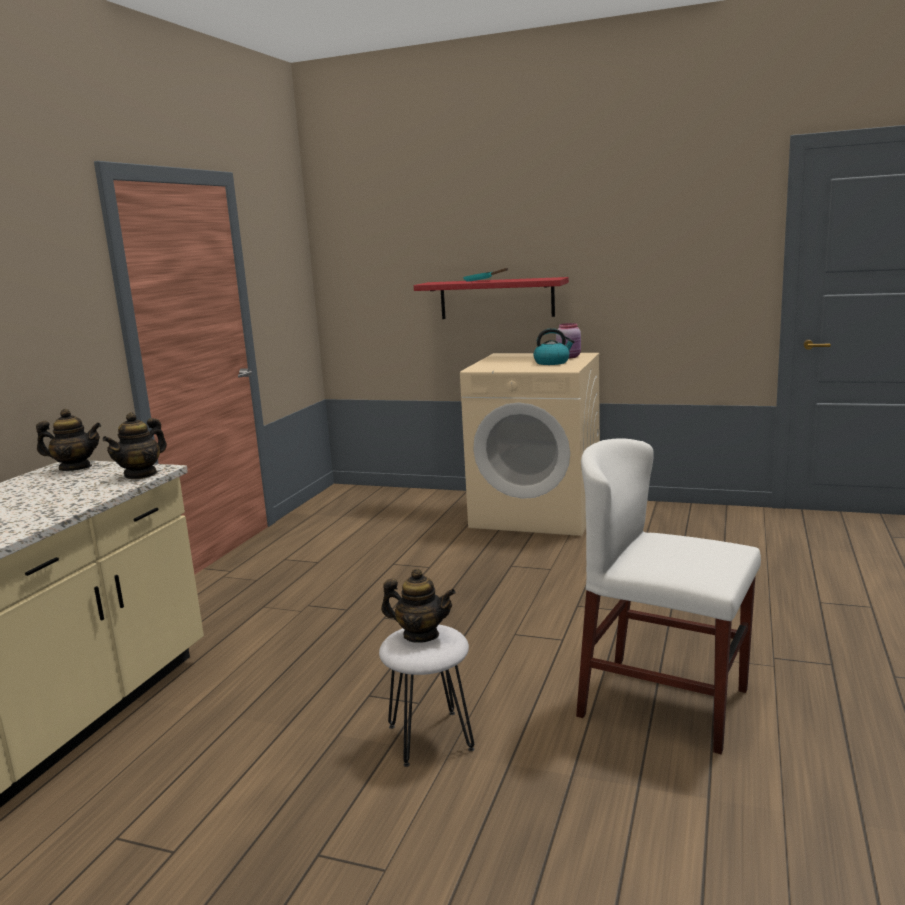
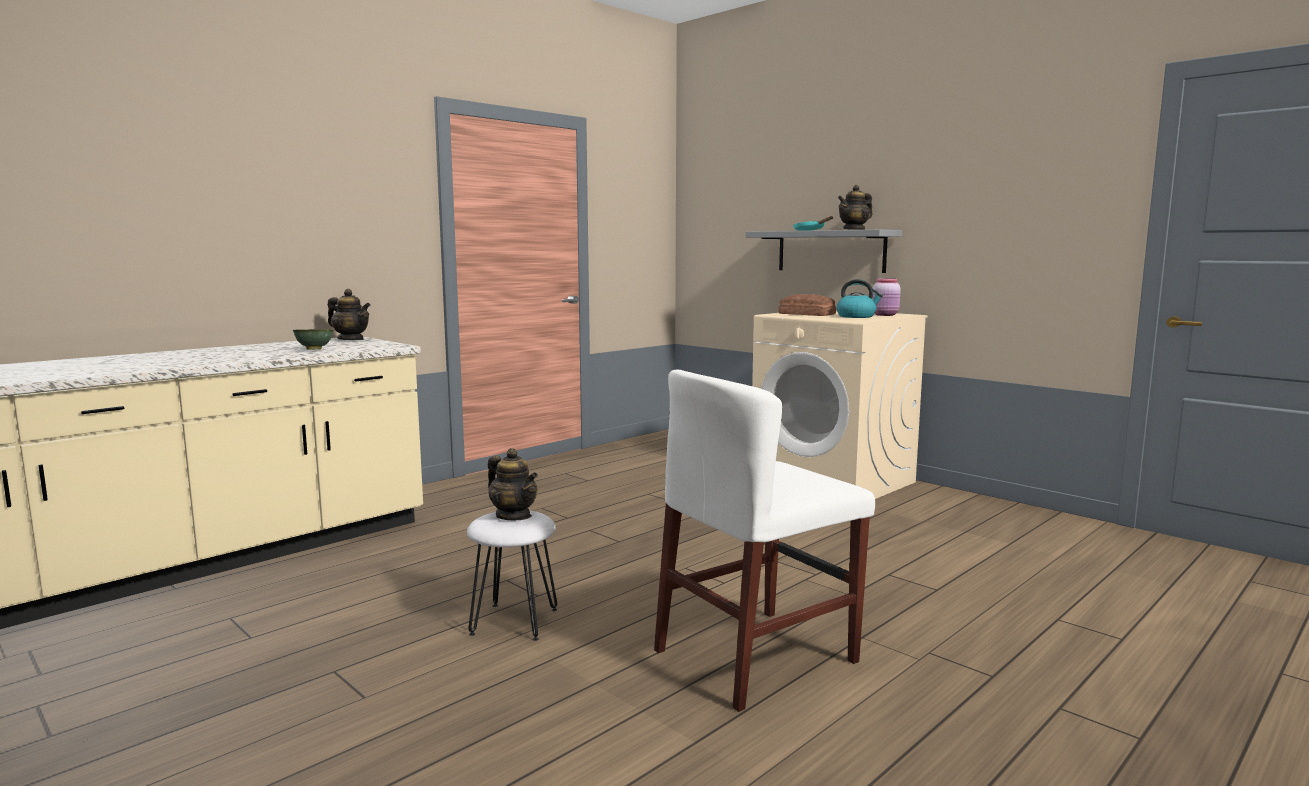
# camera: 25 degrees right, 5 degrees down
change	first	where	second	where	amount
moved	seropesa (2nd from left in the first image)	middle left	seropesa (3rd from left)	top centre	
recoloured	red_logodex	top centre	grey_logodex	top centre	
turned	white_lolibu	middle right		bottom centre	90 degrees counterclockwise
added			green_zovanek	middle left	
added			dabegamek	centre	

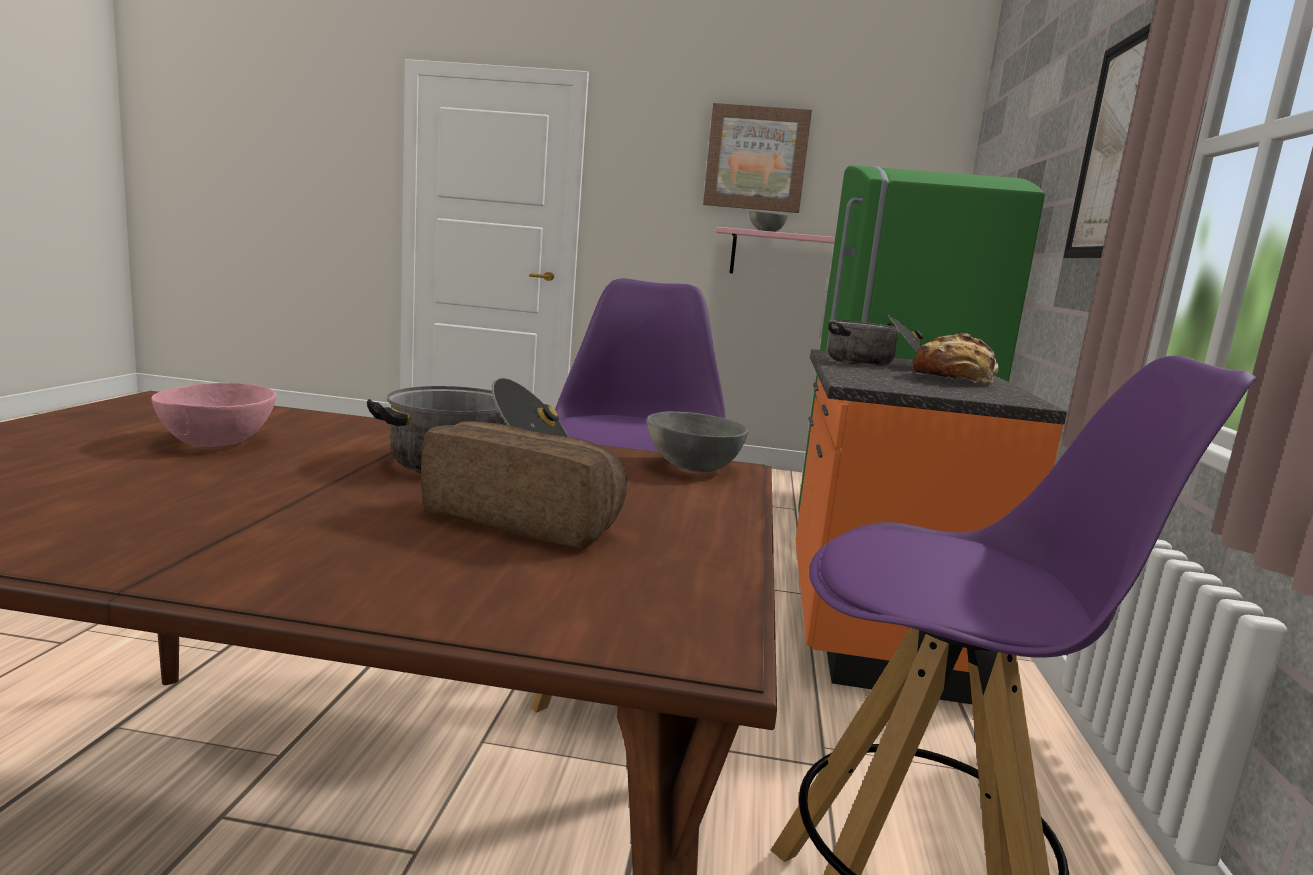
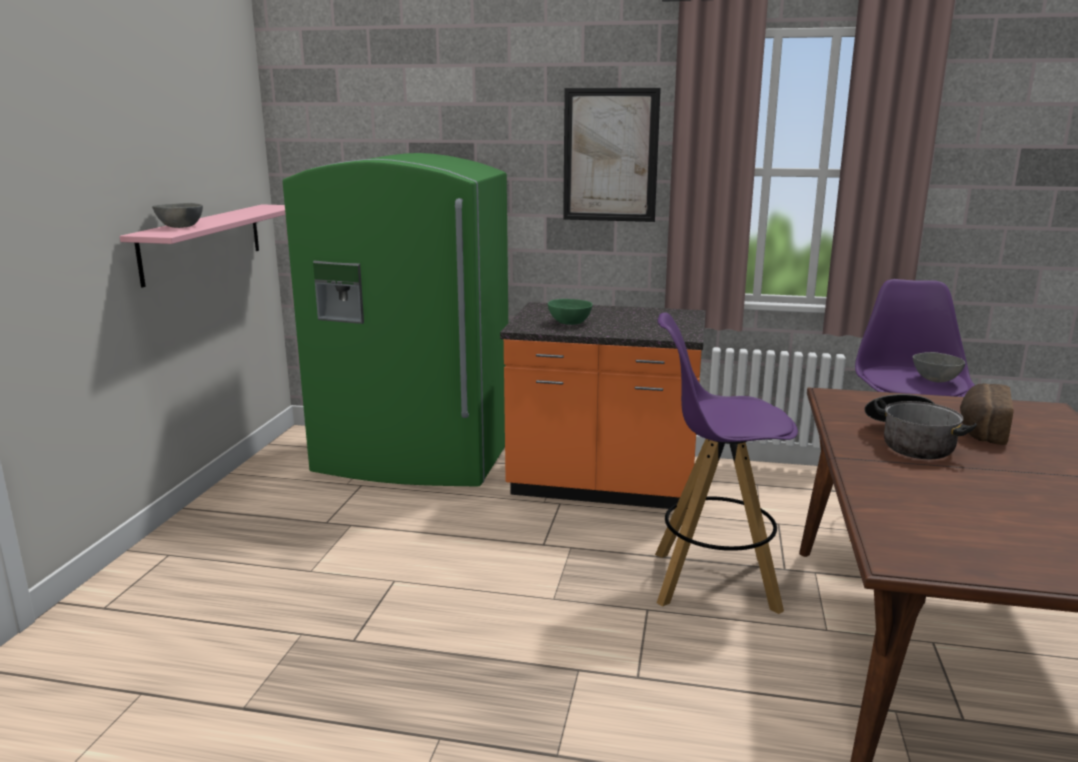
# camera: 85 degrees left, 5 degrees up
change	first	where	second	where	amount
removed	pink_zovanek	middle left			
moved	grey_zovanek (1st from left in the first image)	centre	grey_zovanek (2nd from left)	middle right	
removed	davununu (1st from left)	top centre			
replaced	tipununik (2nd from left)	centre	green_zovanek	centre	
removed	dabegamek (2nd from left)	middle right			

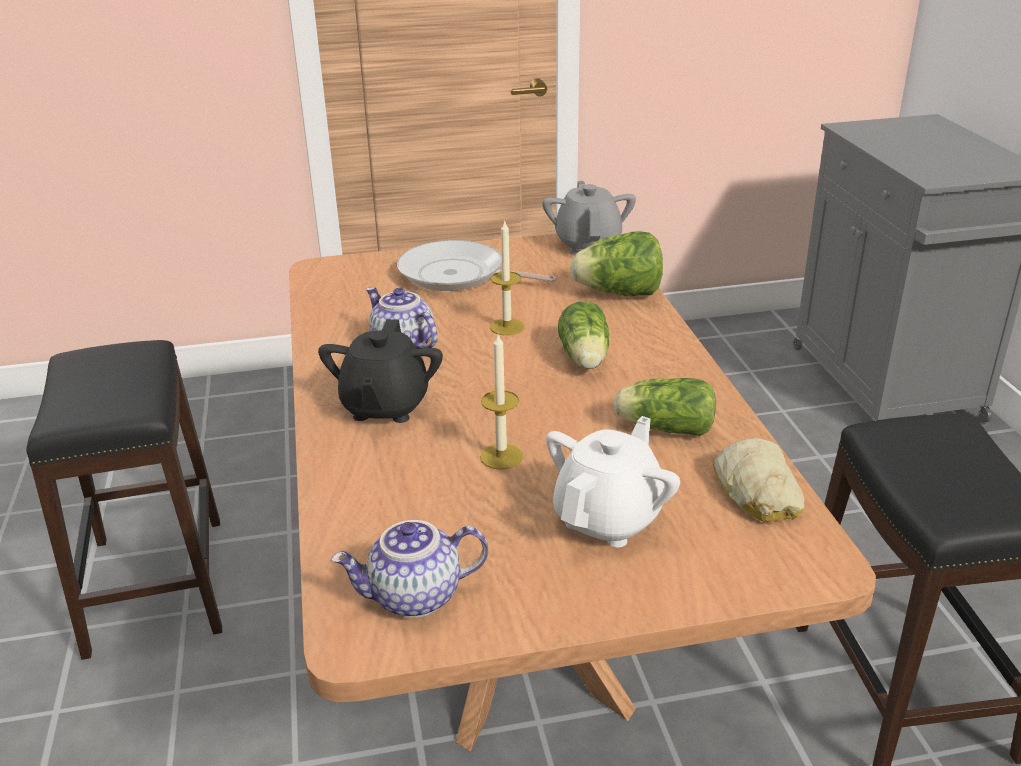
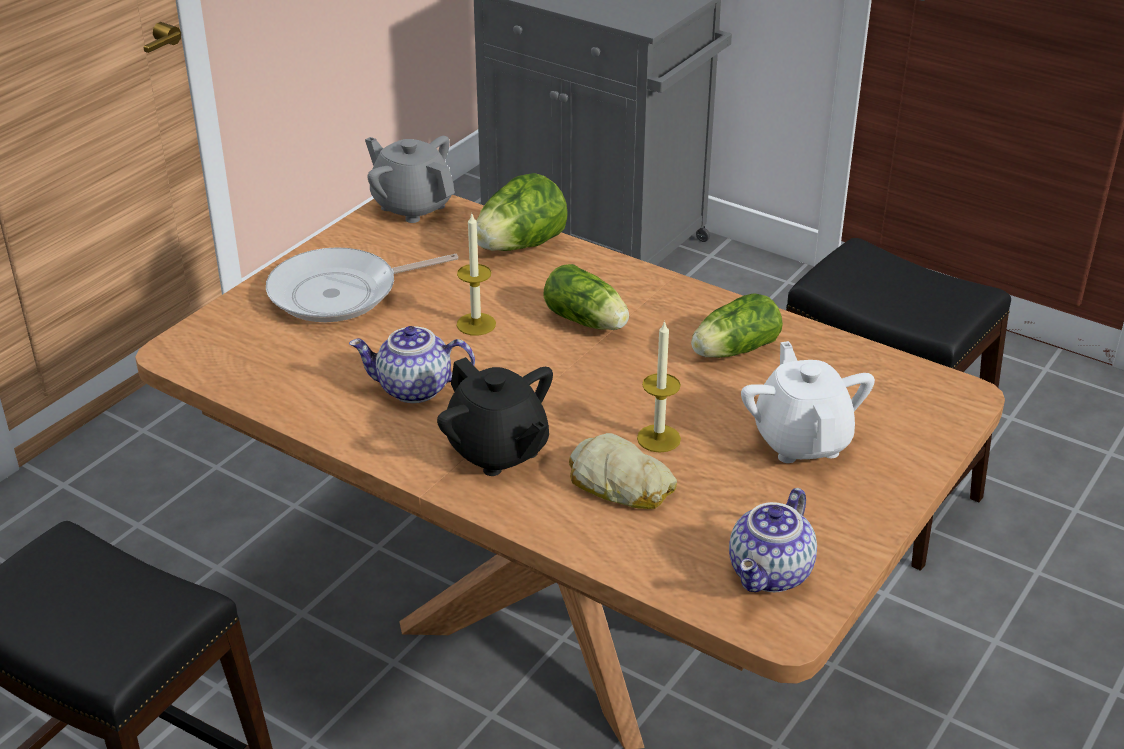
# camera: 45 degrees left, 5 degrees up
change	first	where	second	where	amount
moved	dabegamek	middle right		centre	

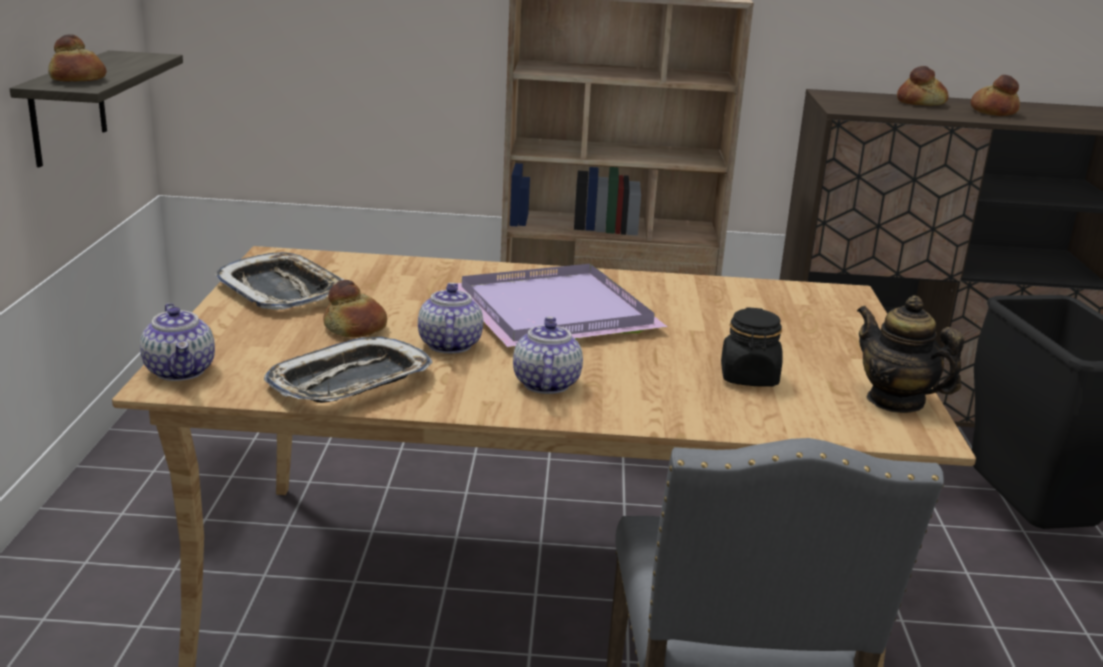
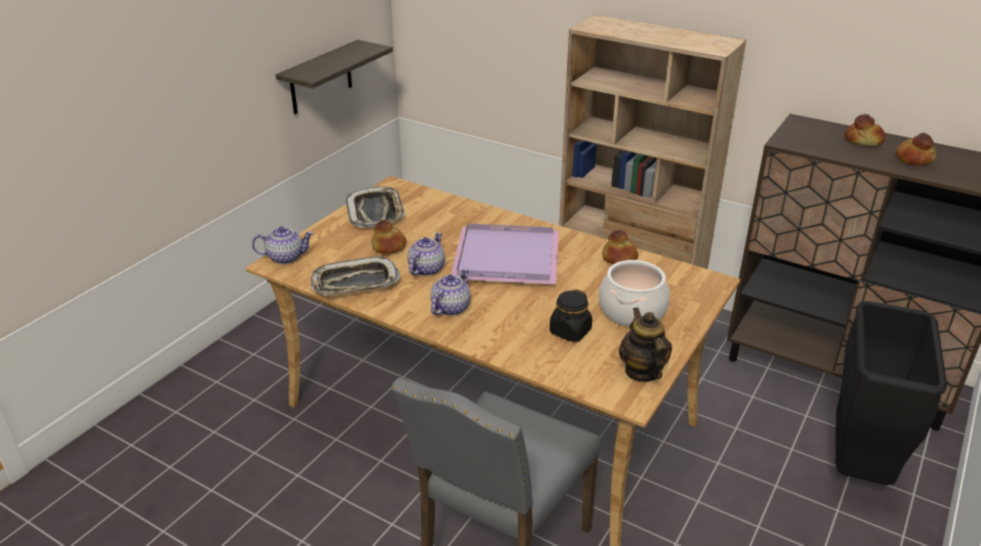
# camera: 30 degrees right, 10 degrees up
change	first	where	second	where	amount
moved	dabegamek (1st from left in the first image)	top left	dabegamek (2nd from left)	centre	
turned	seropesa (1st from left)	middle left		middle left	105 degrees counterclockwise
added			tipununik	centre	

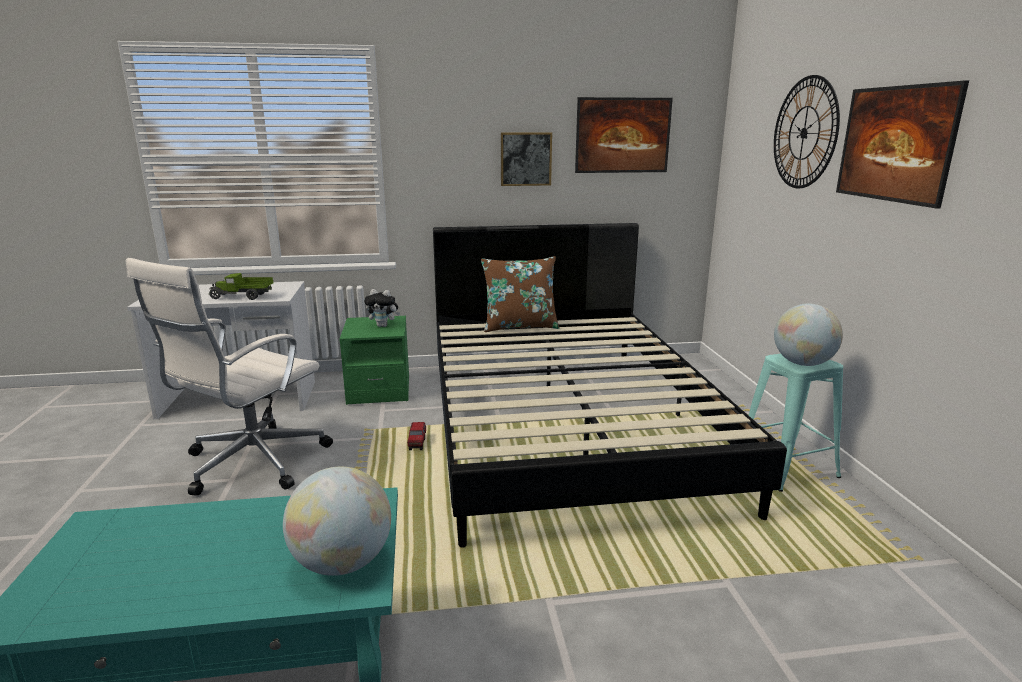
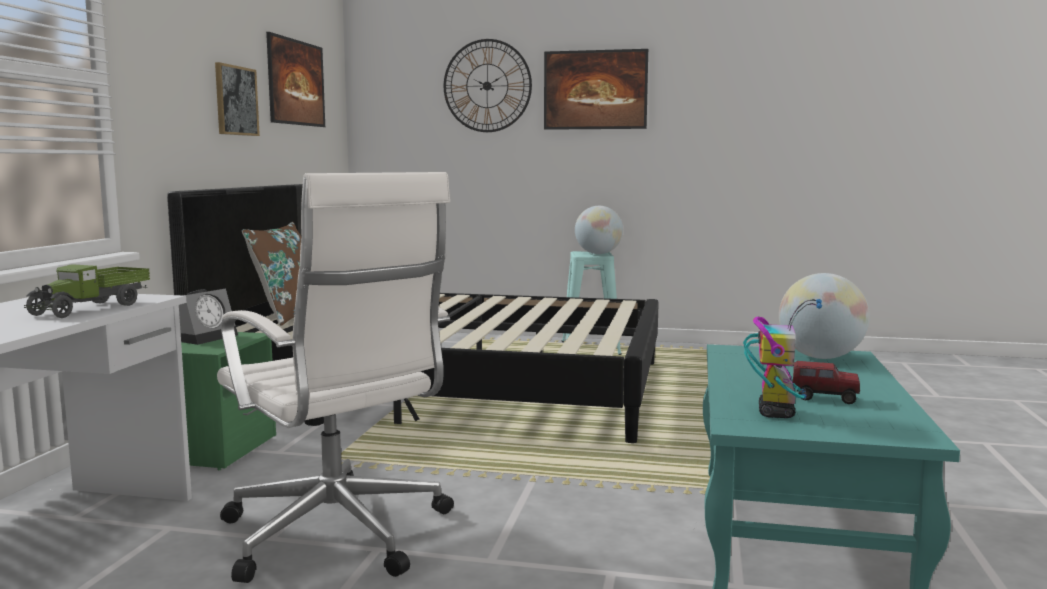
# camera: 70 degrees left, 10 degrees down
change	first	where	second	where	amount
replaced	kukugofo	centre	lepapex	middle left	
moved	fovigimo (2nd from left)	centre		middle right	
added			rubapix	middle right	

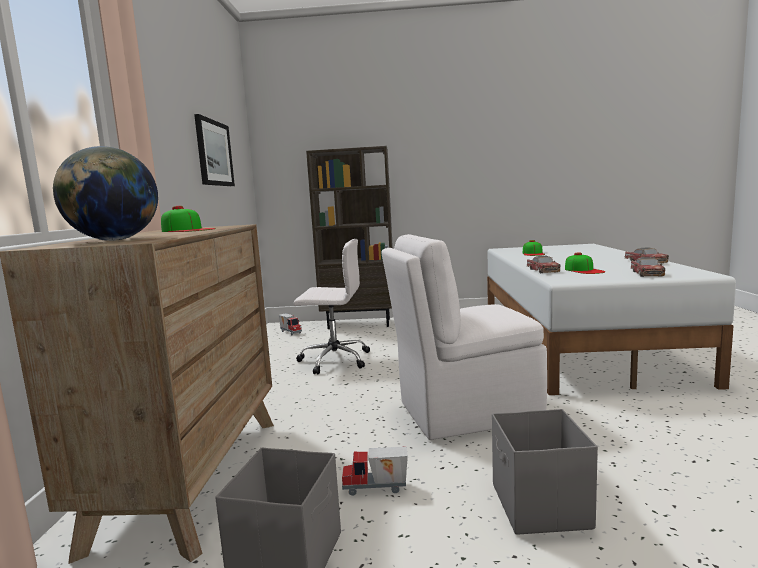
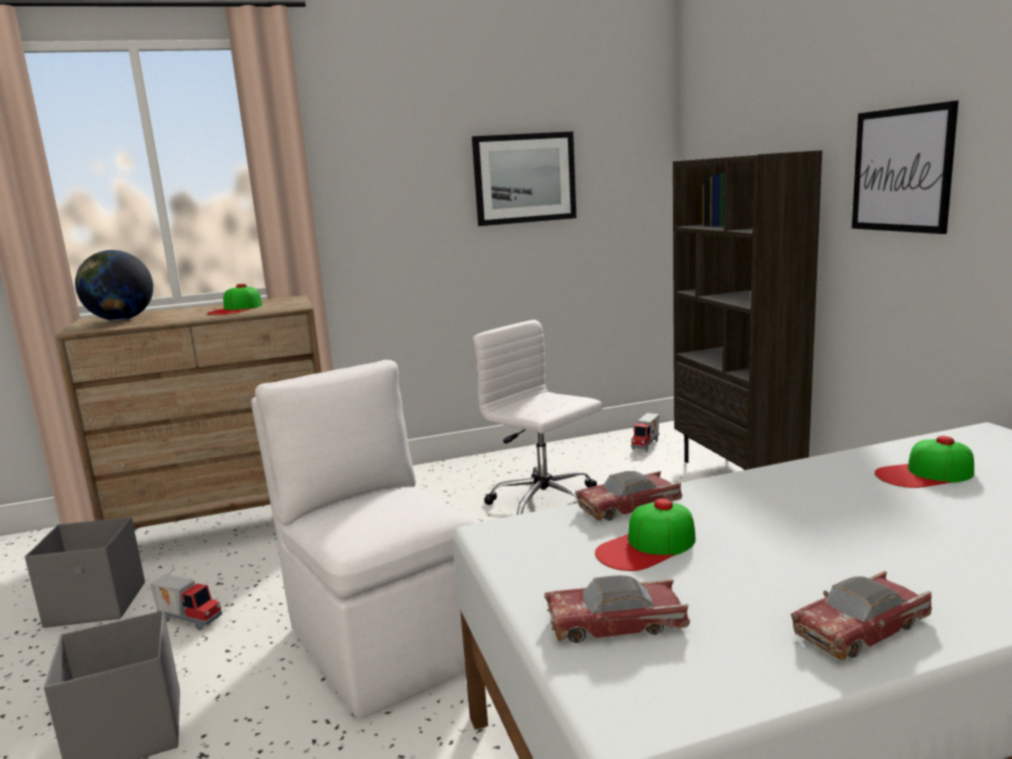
# camera: 70 degrees right, 5 degrees up
change	first	where	second	where	amount
turned	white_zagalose	centre		centre	150 degrees clockwise
turned	fovigimo (2nd from left in the first image)	bottom centre	fovigimo (1st from left)	bottom left	135 degrees clockwise
added			davununu (2nd from left)	top right	

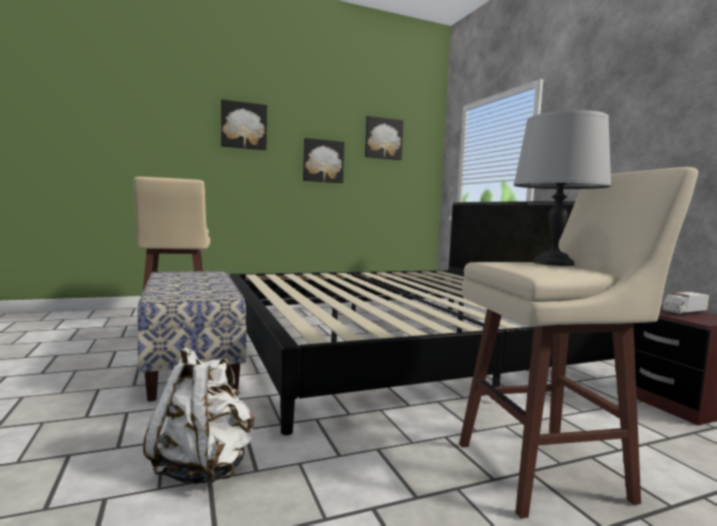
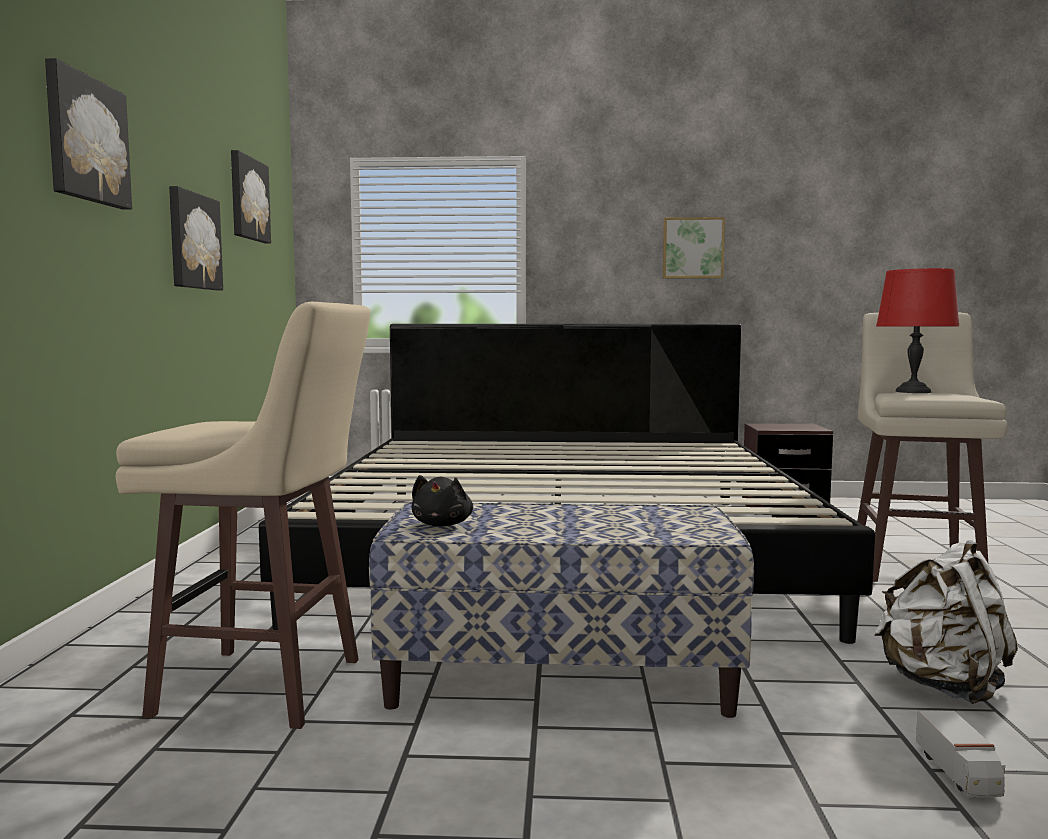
# camera: 65 degrees left, 0 degrees up
change	first	where	second	where	amount
recoloured	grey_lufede	middle right	red_lufede	middle right	
moved	fovigimo	middle right		bottom right	
added			black_kukugofo	centre	
added			davununu (4th from left)	top centre	

